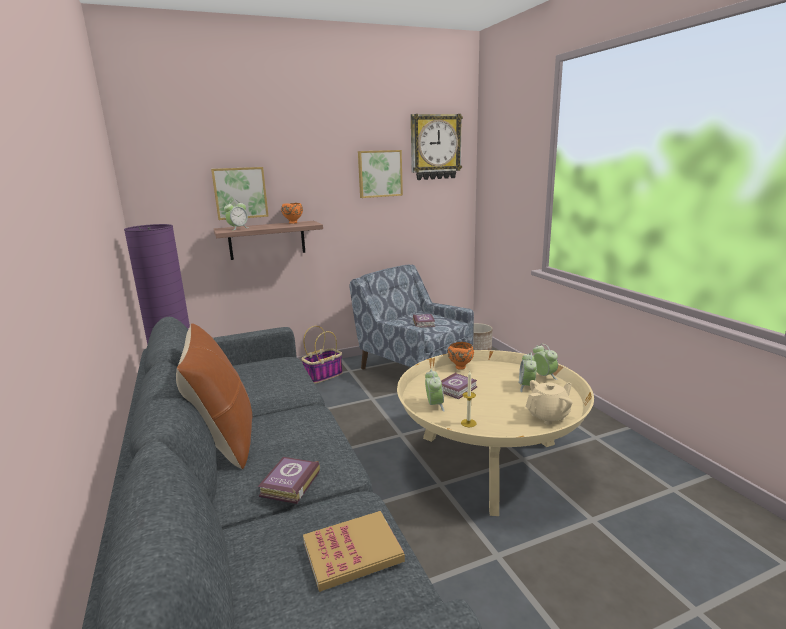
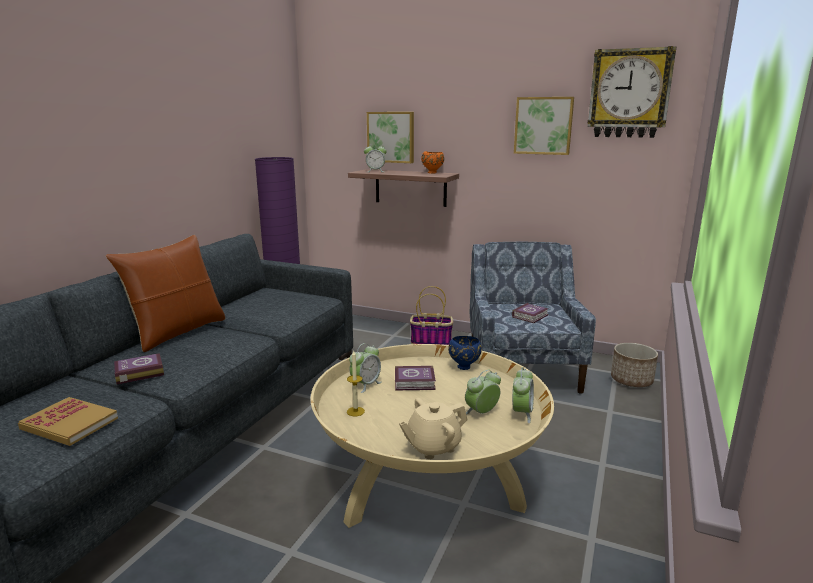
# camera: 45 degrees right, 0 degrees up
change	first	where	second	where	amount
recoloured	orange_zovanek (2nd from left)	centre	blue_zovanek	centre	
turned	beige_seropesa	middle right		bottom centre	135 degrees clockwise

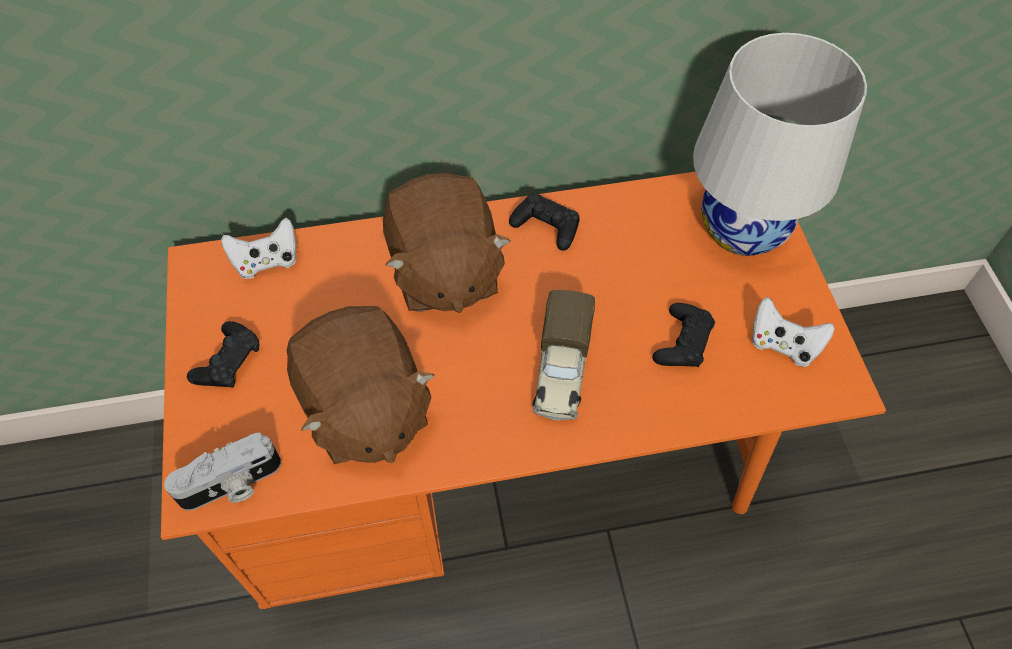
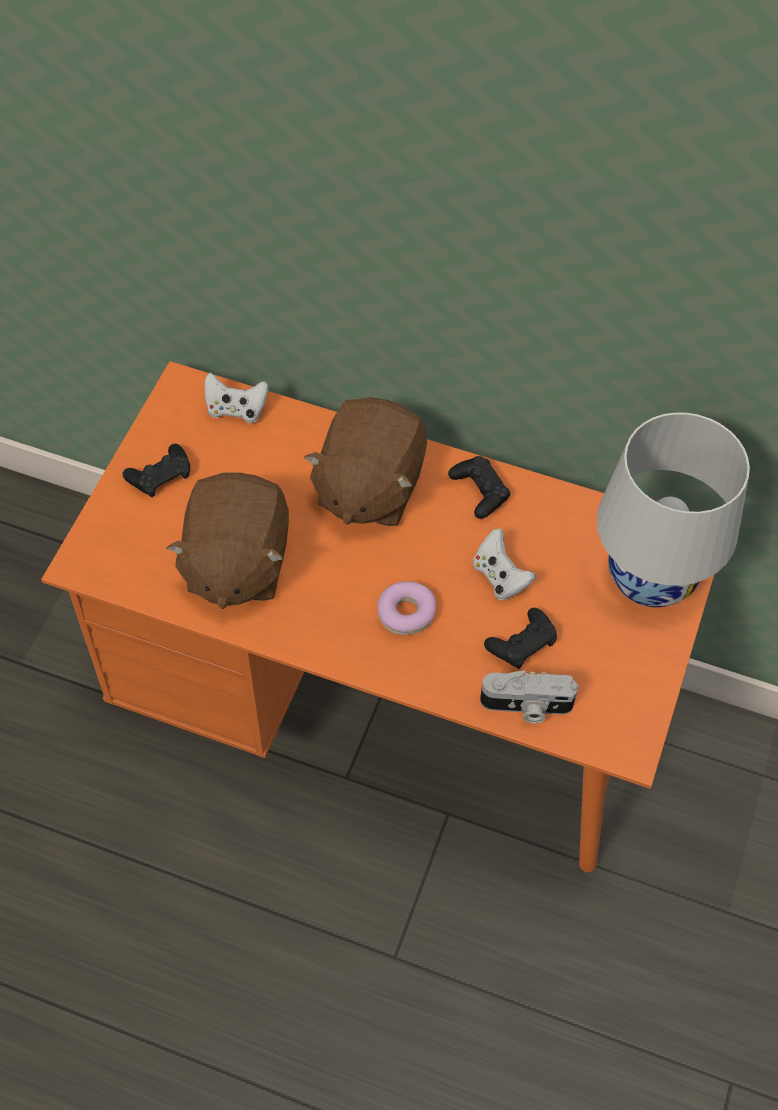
# camera: 30 degrees right, 0 degrees up
change	first	where	second	where	amount
moved	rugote	bottom left		middle right	
replaced	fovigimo	centre	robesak	centre	
moved	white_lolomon (2nd from left)	middle right		centre	

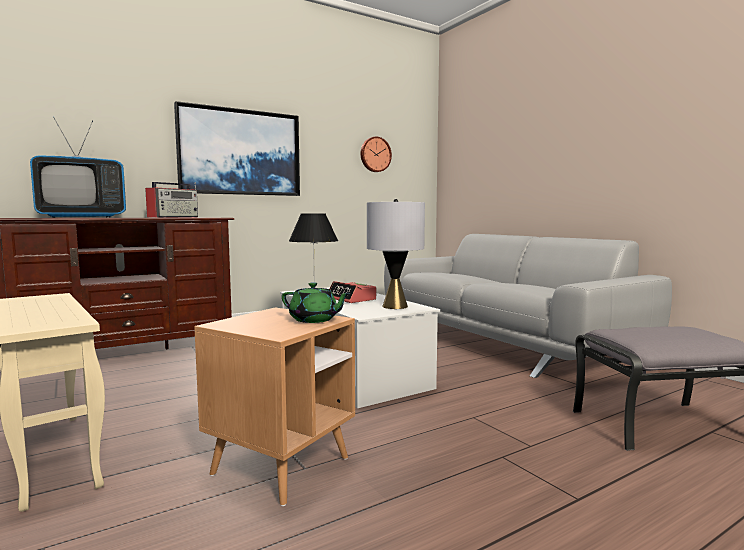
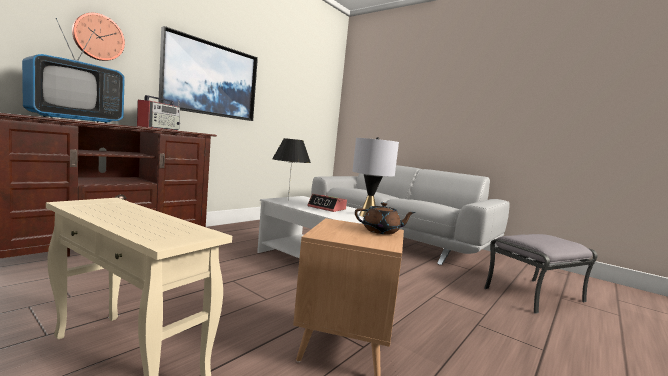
# camera: 20 degrees left, 0 degrees up
change	first	where	second	where	amount
recoloured	green_seropesa	centre	brown_seropesa	centre	
moved	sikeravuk	top centre		top left	

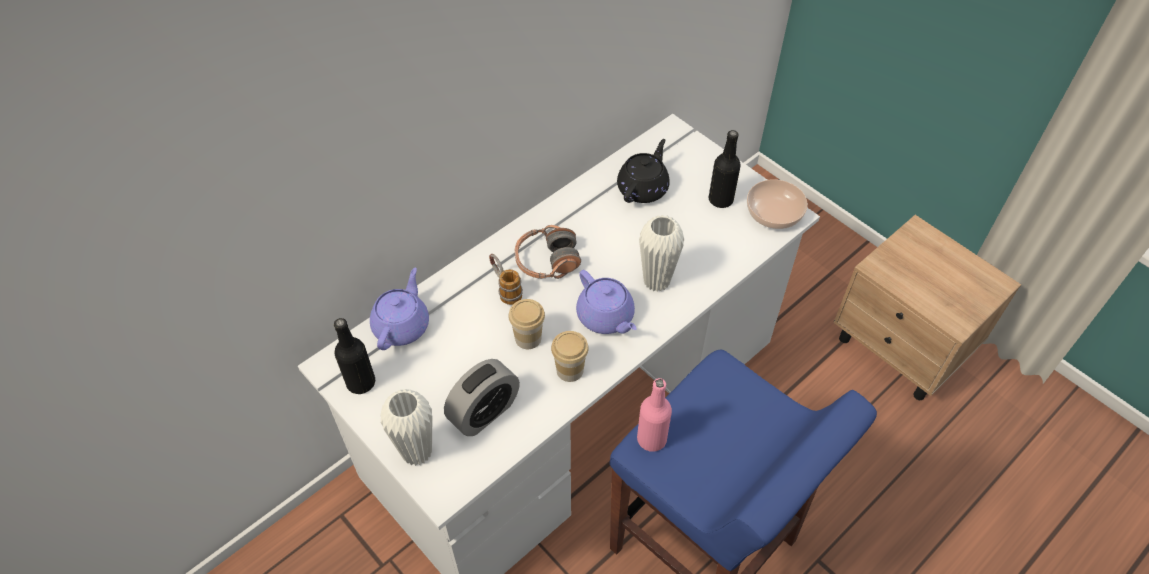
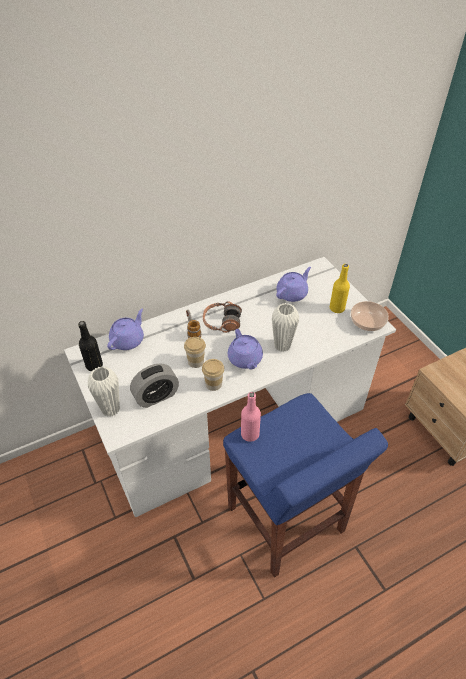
# camera: 15 degrees right, 5 degrees down
change	first	where	second	where	amount
recoloured	black_seropesa	top centre	purple_seropesa (3rd from left)	centre	
recoloured	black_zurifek (2nd from left)	top centre	yellow_zurifek	middle right	

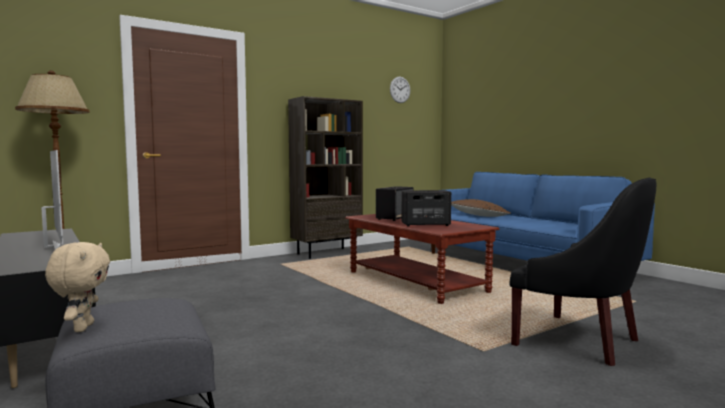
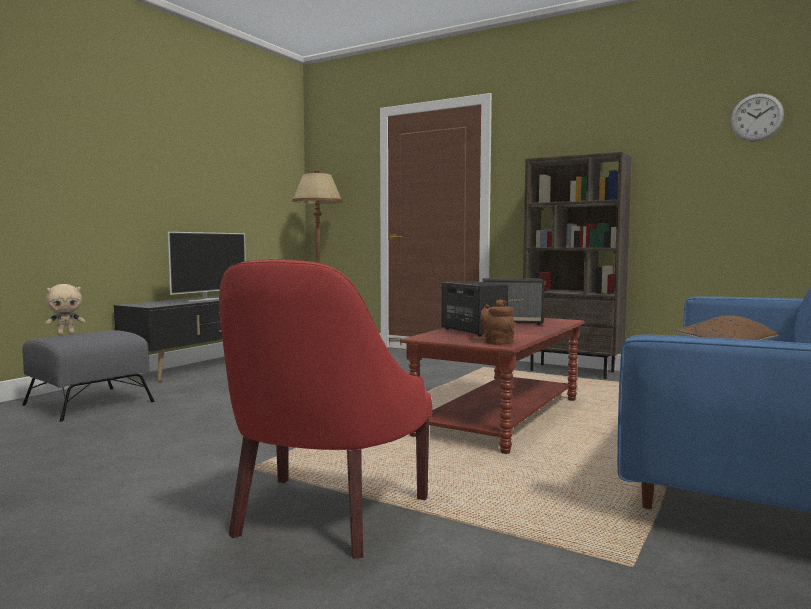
# camera: 65 degrees right, 0 degrees up
change	first	where	second	where	amount
recoloured	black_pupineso	bottom right	red_pupineso	bottom centre	
added			brown_seropesa	centre	

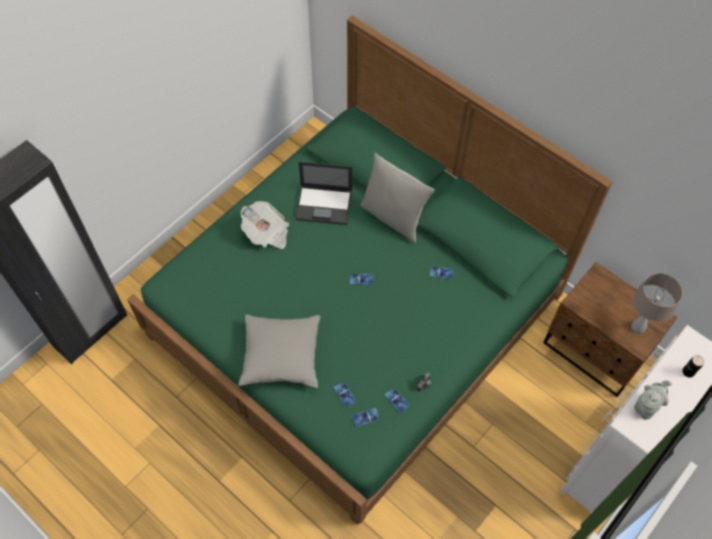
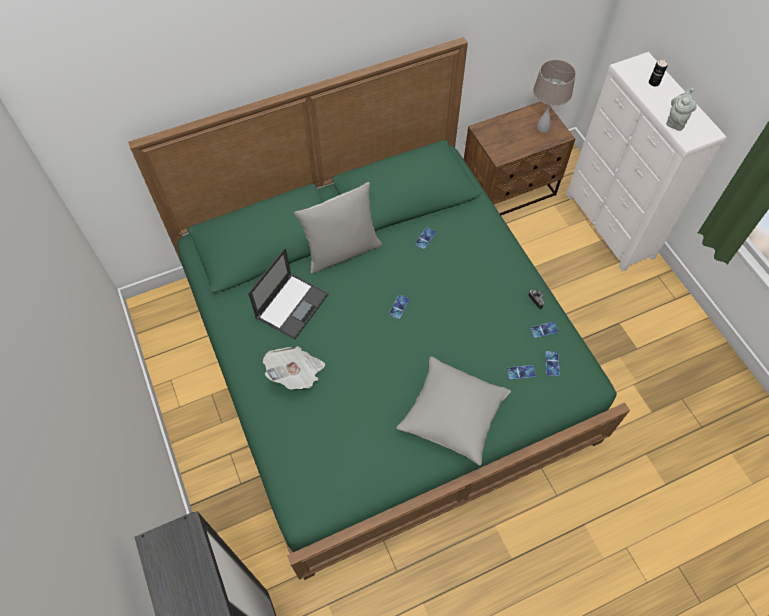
# camera: 65 degrees left, 0 degrees up
change	first	where	second	where	amount
turned	grey_seropesa	bottom right		top right	45 degrees clockwise

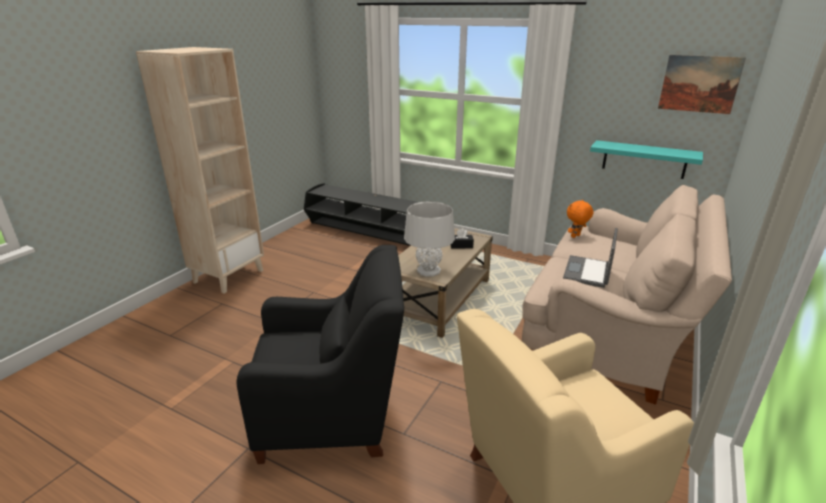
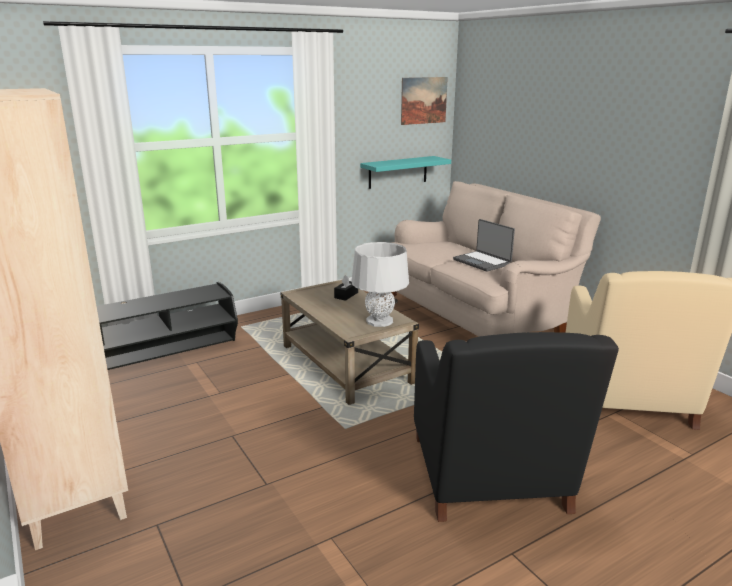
# camera: 60 degrees left, 5 degrees down
change	first	where	second	where	amount
turned	black_pupineso	bottom centre		bottom right	150 degrees clockwise
removed	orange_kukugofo	middle right			

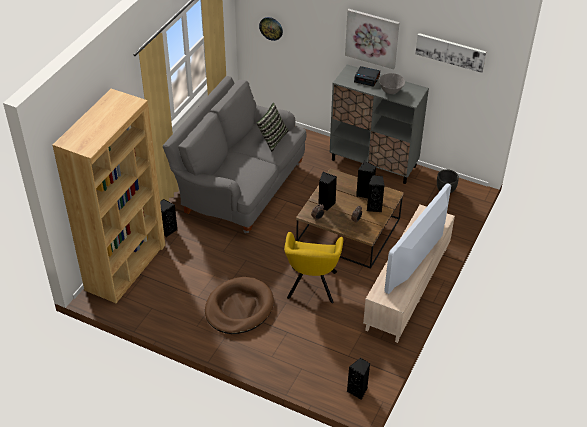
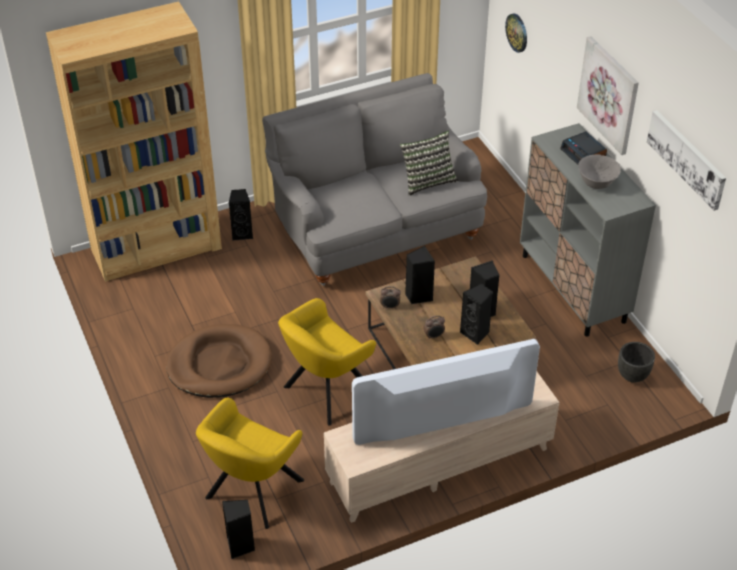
# camera: 40 degrees right, 0 degrees up
change	first	where	second	where	amount
added			yellow_pupineso (1st from left)	bottom centre	

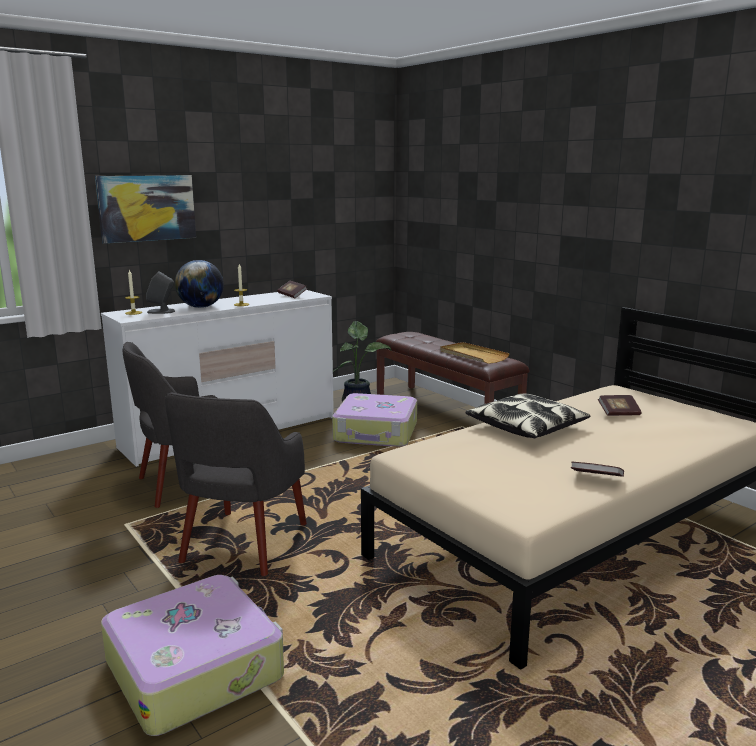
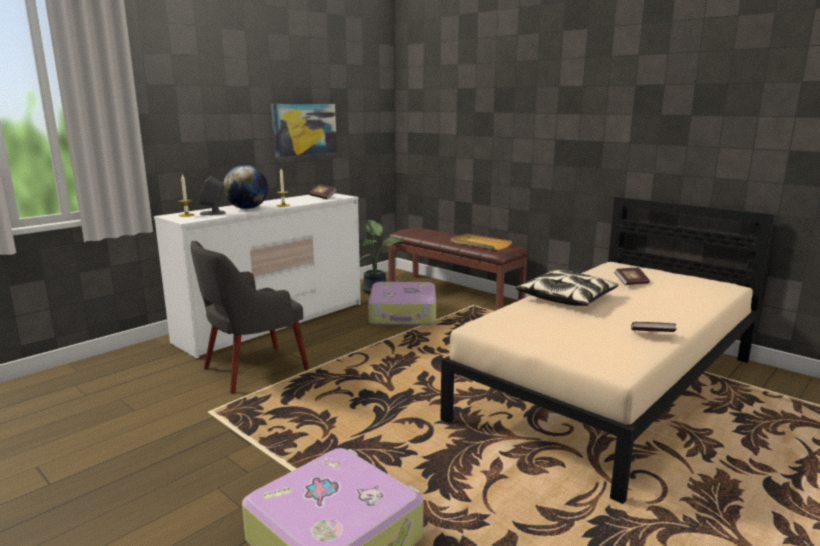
# camera: 10 degrees left, 0 degrees up
change	first	where	second	where	amount
moved	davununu	top left		top centre	
removed	grey_pupineso (2nd from left)	middle left			

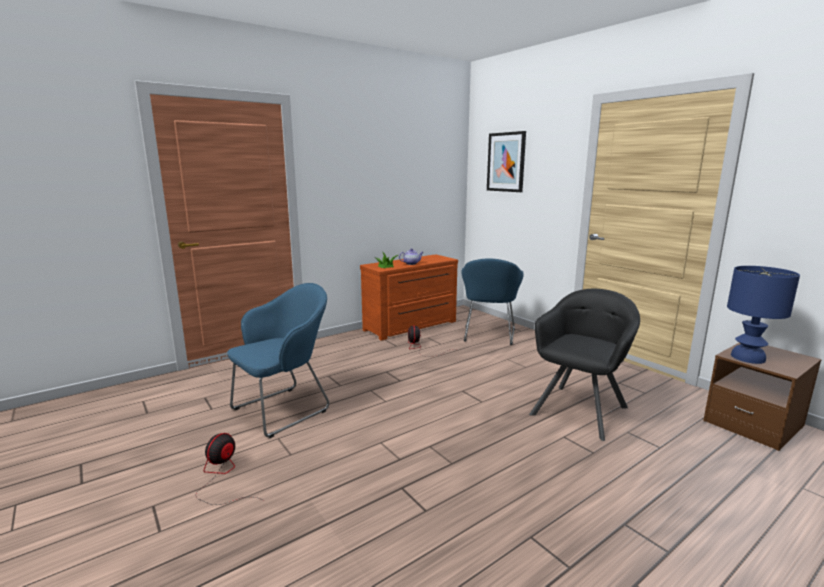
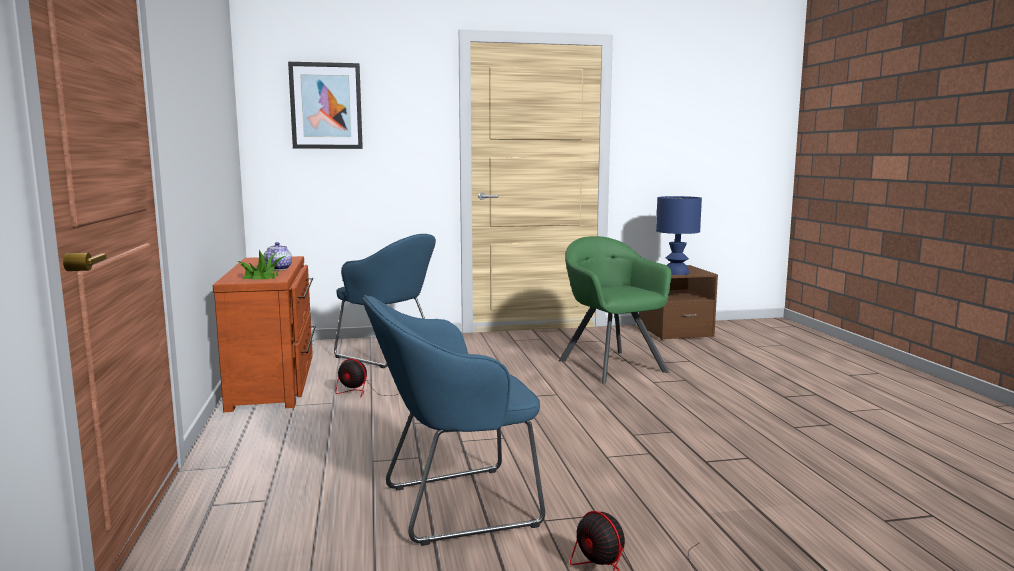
# camera: 65 degrees left, 5 degrees down
change	first	where	second	where	amount
turned	blue_pupineso (1st from left in the first image)	centre	blue_pupineso (2nd from left)	bottom centre	90 degrees counterclockwise
recoloured	black_pupineso	middle right	green_pupineso	centre	

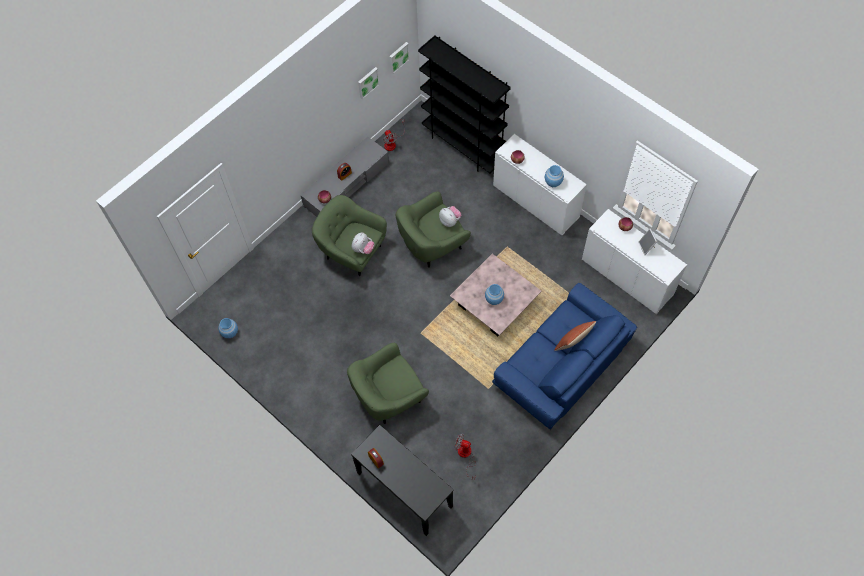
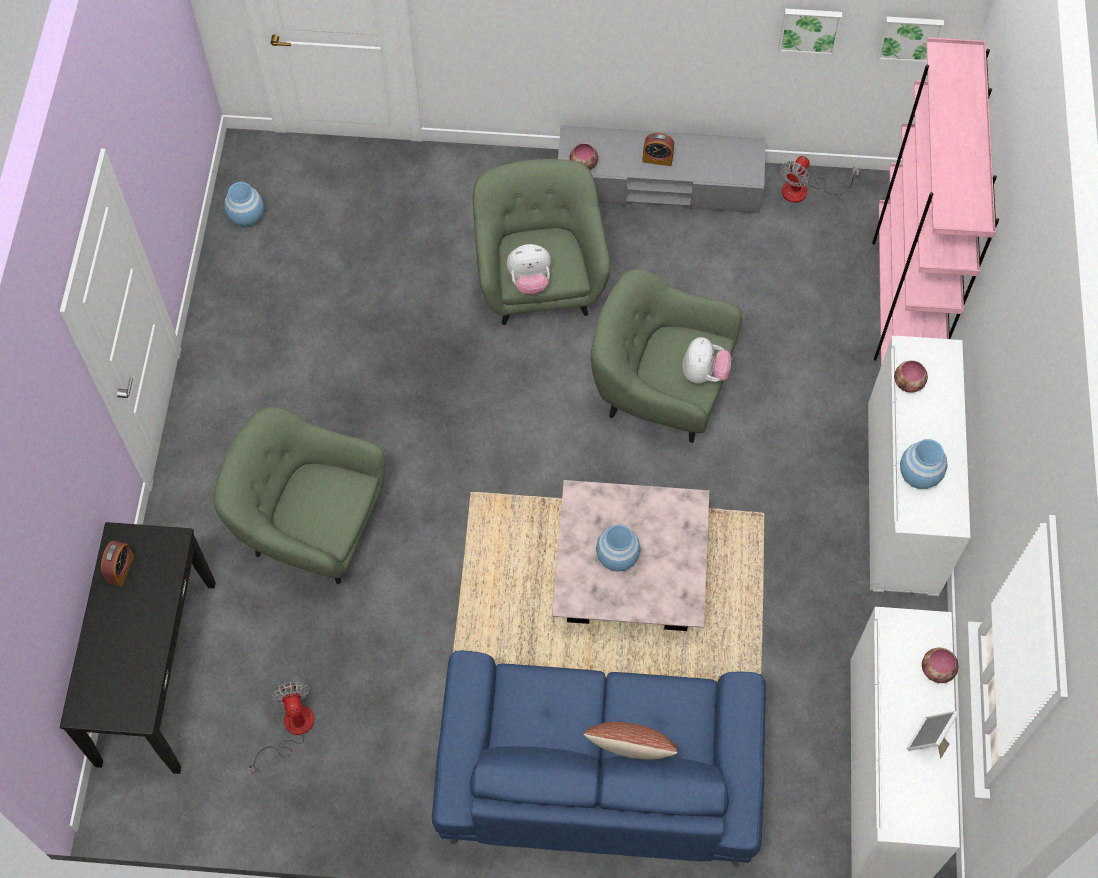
# camera: 50 degrees right, 0 degrees up
change	first	where	second	where	amount
recoloured	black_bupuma	top centre	pink_bupuma	top right	

